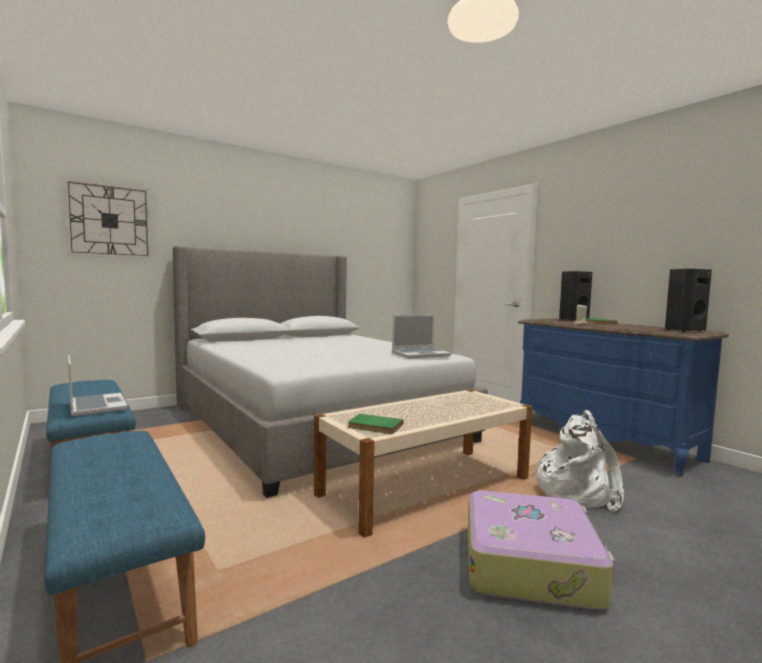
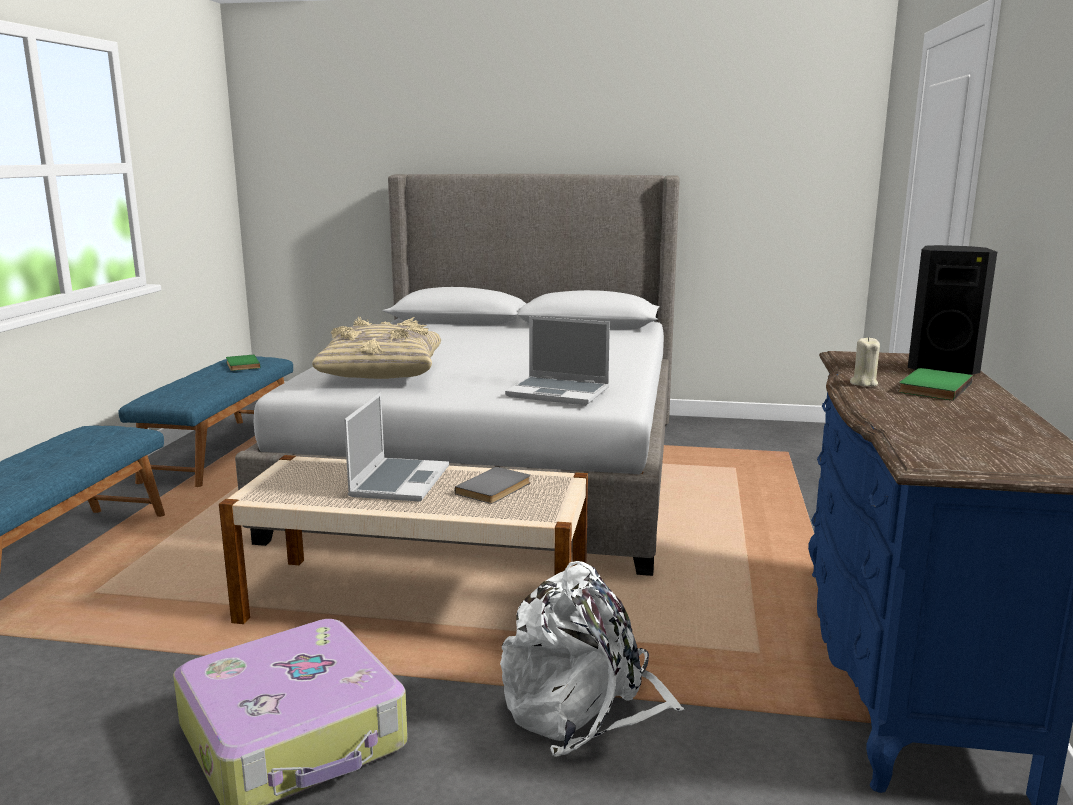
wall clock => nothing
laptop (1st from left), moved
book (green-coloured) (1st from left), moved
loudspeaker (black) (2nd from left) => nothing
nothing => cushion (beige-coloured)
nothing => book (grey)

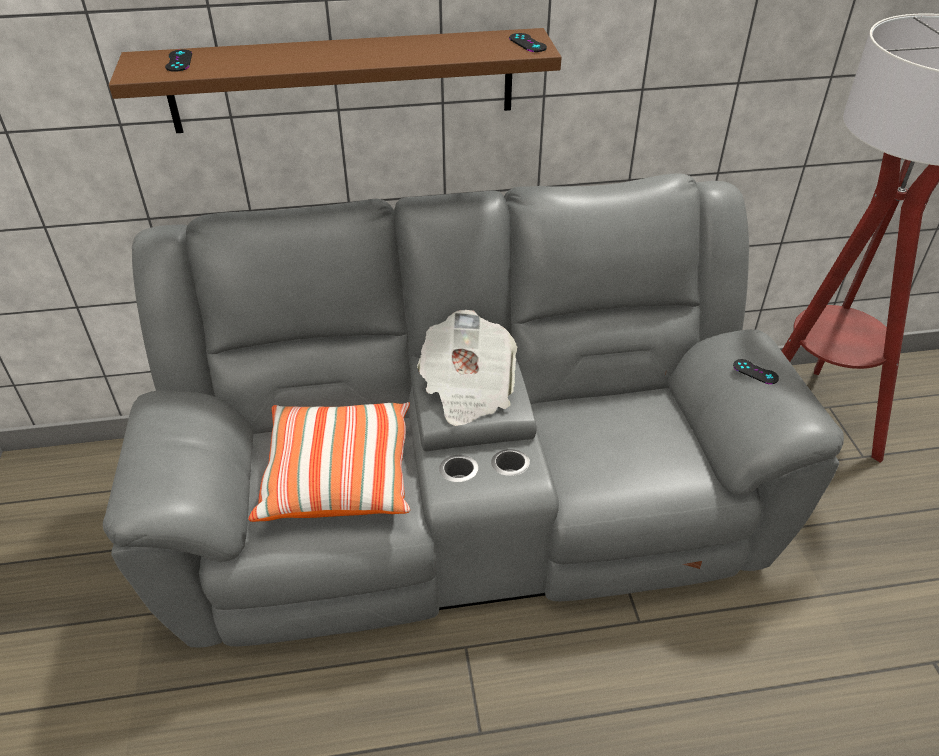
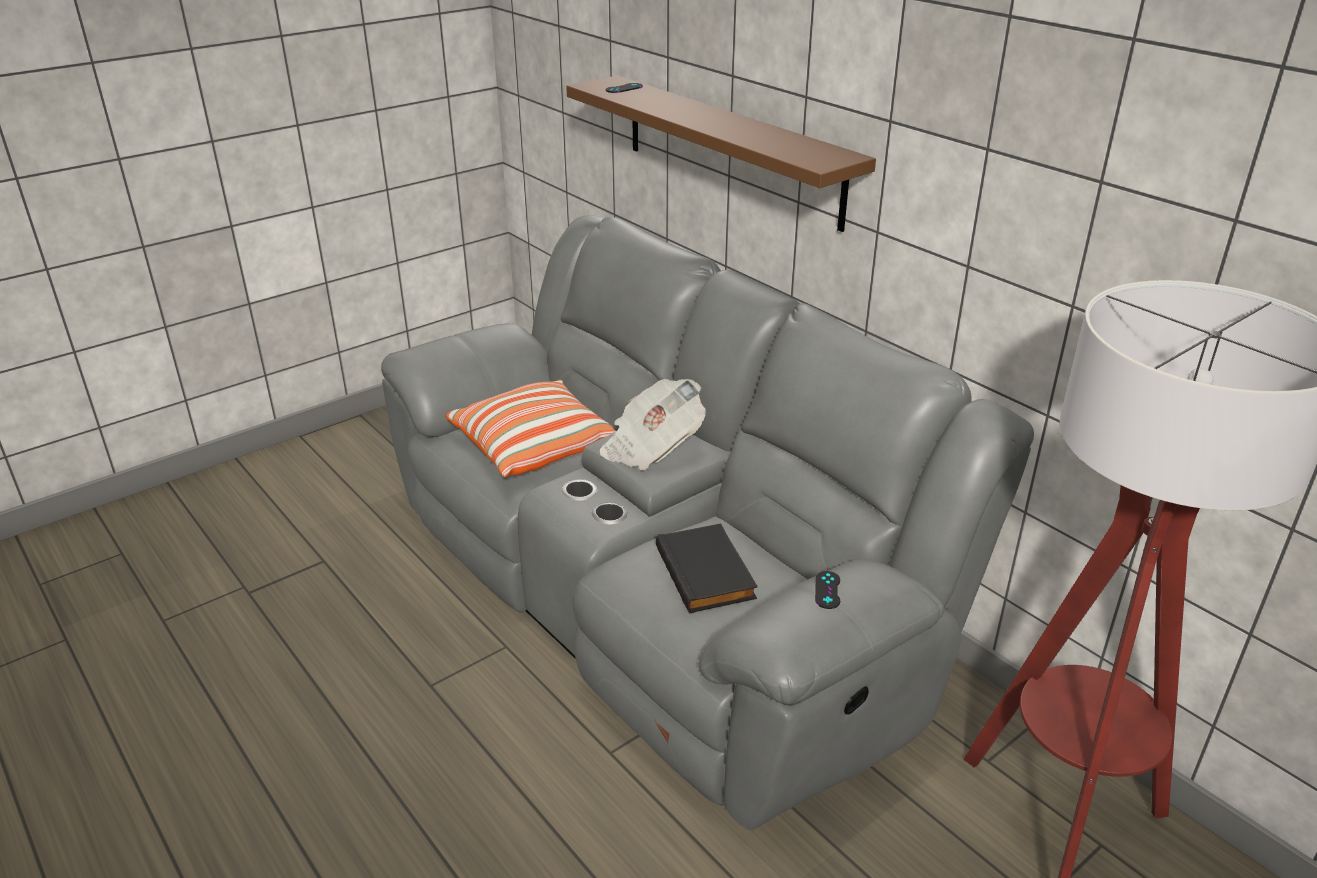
gamepad (black) (2nd from left) => nothing
nothing => book (black)

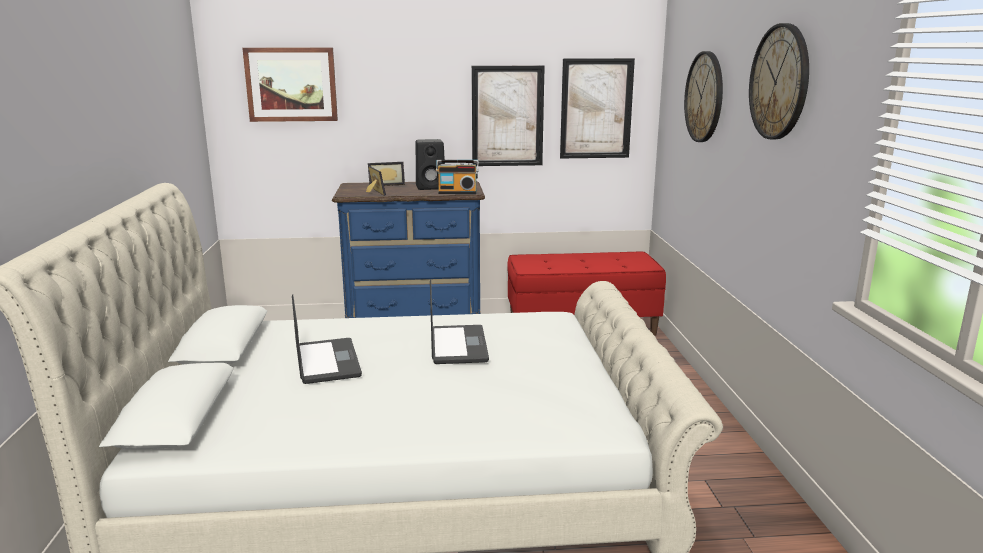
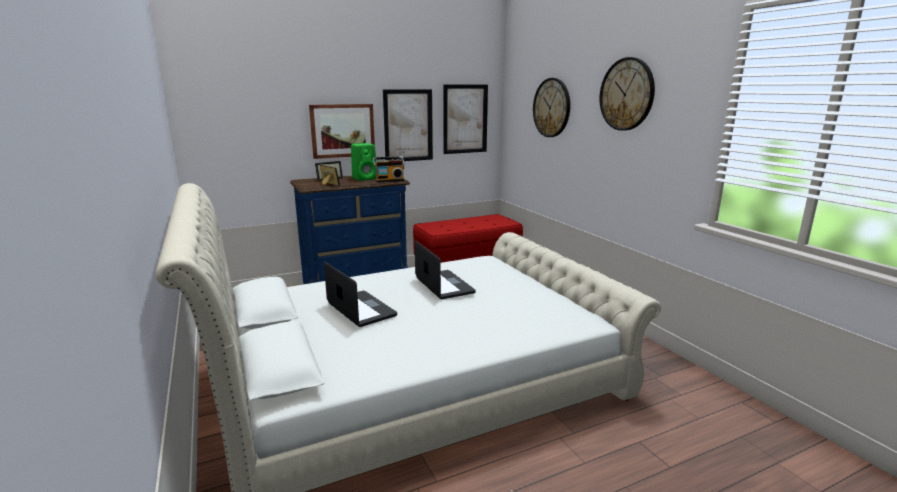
wall art (1st from left), moved
loudspeaker (black) => loudspeaker (green-coloured)

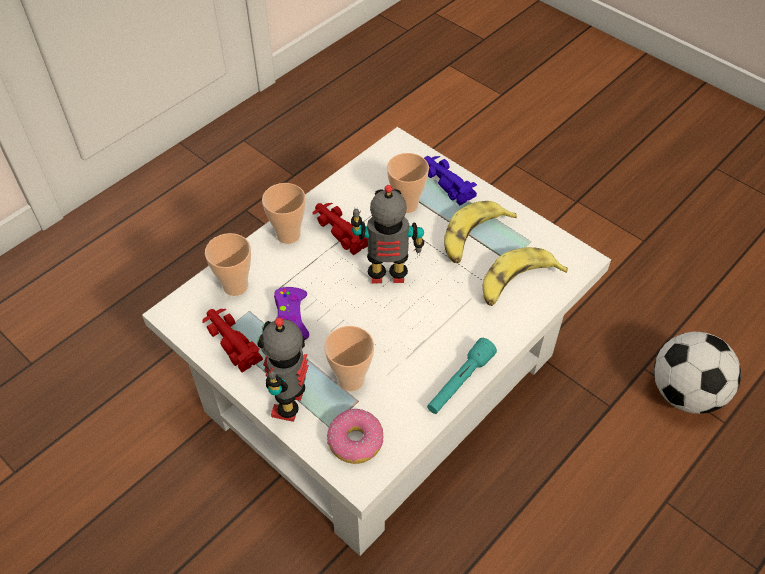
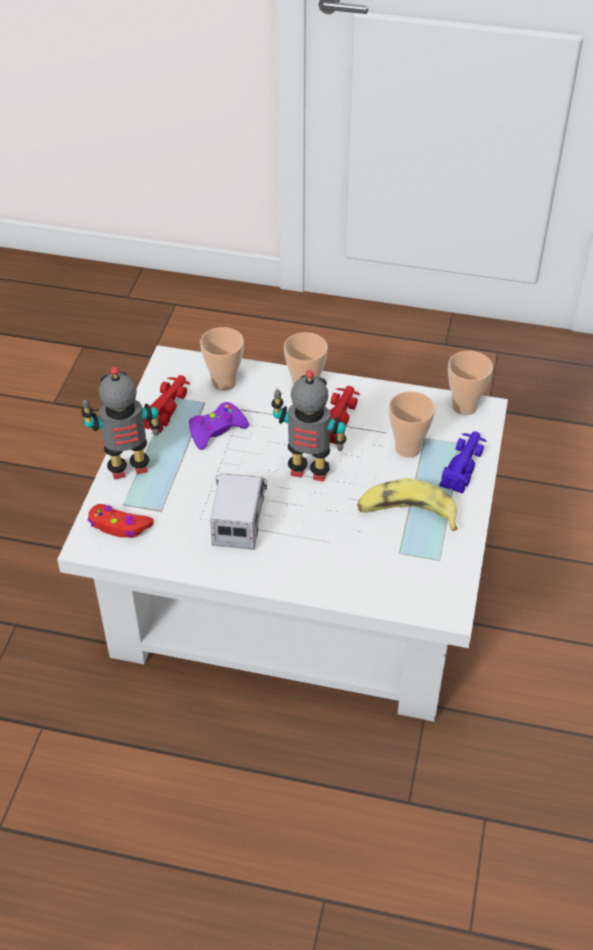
cup (3rd from left in the first image) => cup (4th from left), moved
ring doughnut => gamepad (reddish)
toy robot (2nd from left), 45 degrees counterclockwise
torch (turquoise-coloured) => nothing
whole banana (2nd from left) => nothing
football => nothing
nothing => toy truck

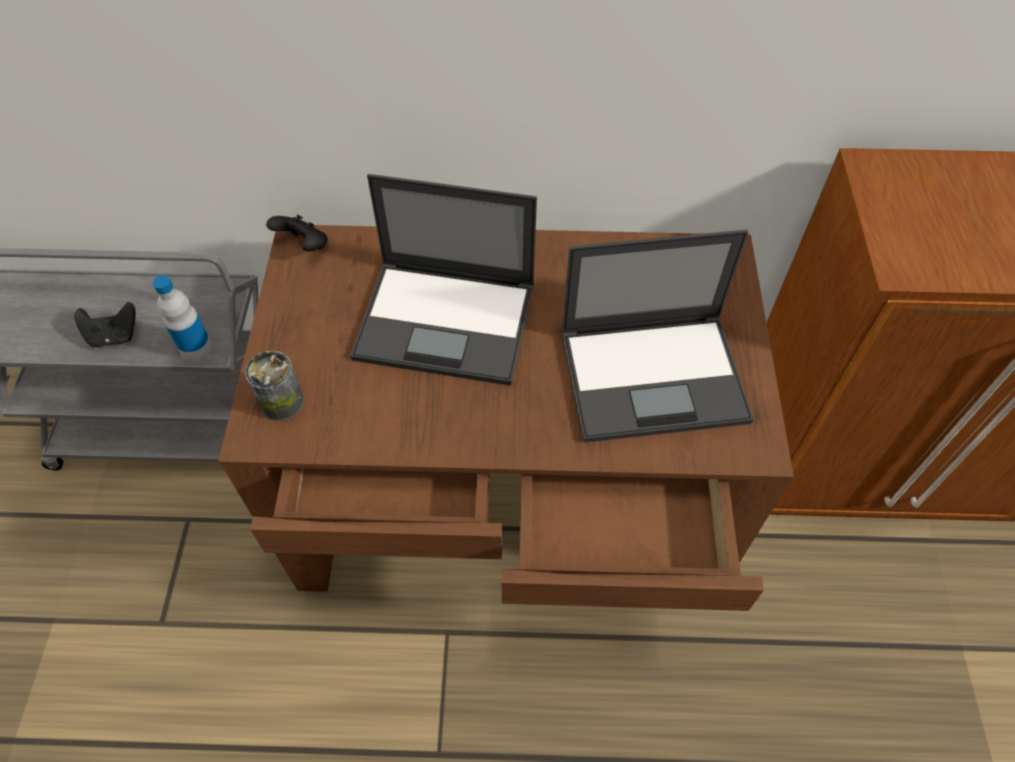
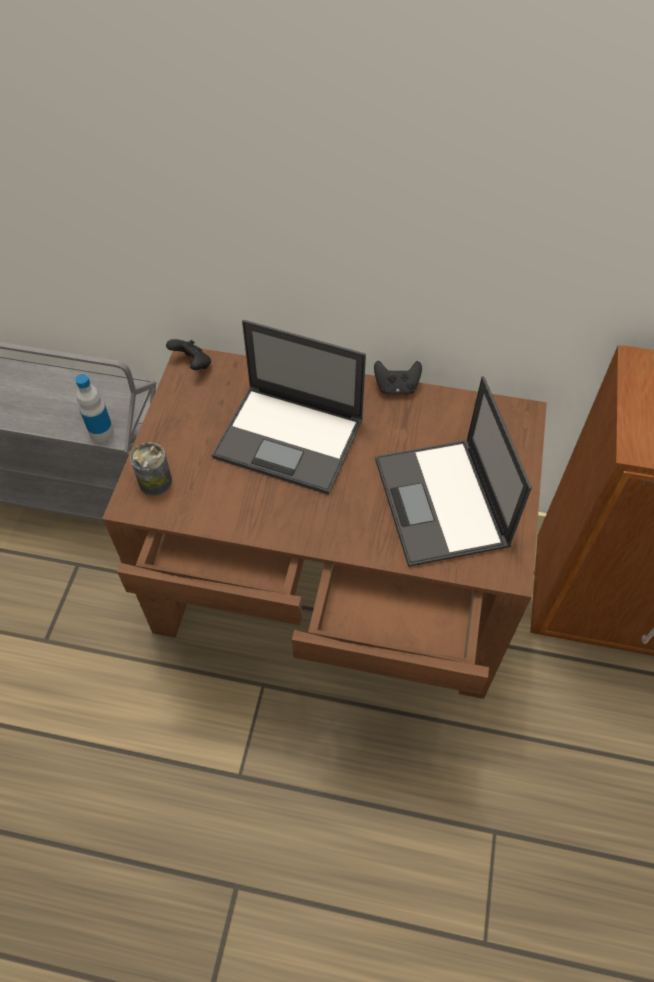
gamepad (black) (1st from left in the first image) => gamepad (black) (2nd from left), moved
laptop (2nd from left), 75 degrees clockwise

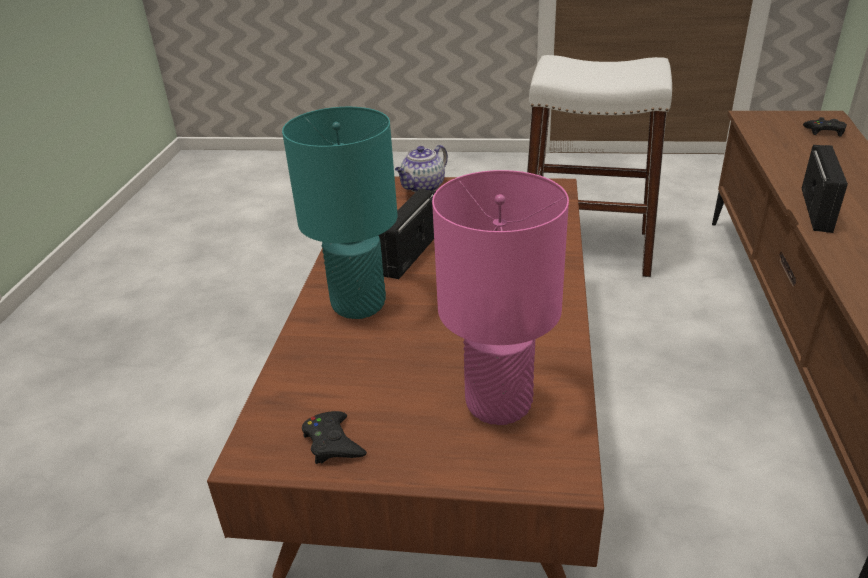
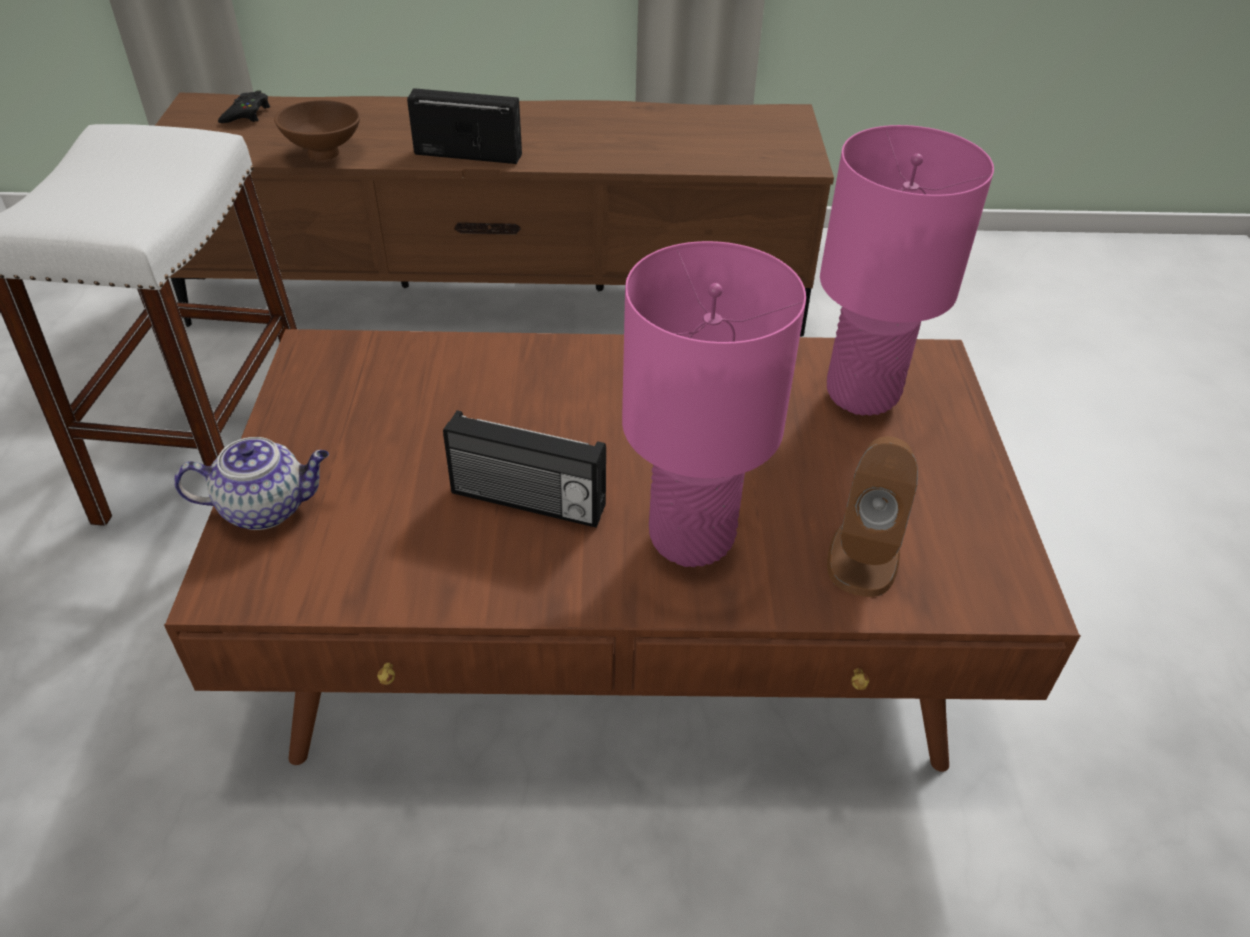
tabletop lamp (turquoise-coloured) => tabletop lamp (pinkish) (1st from left)
gamepad (black) (1st from left) => nothing
teapot, 45 degrees counterclockwise
nothing => deep dish (brown-coloured)
nothing => loudspeaker (brown-coloured)

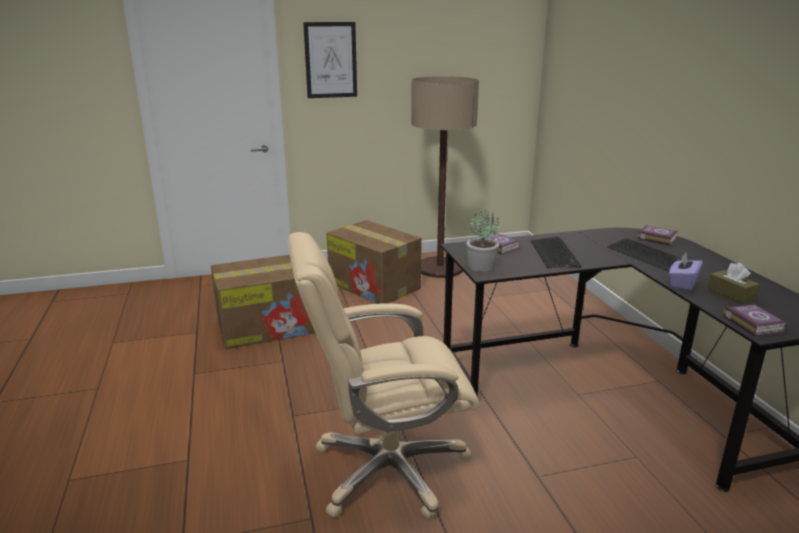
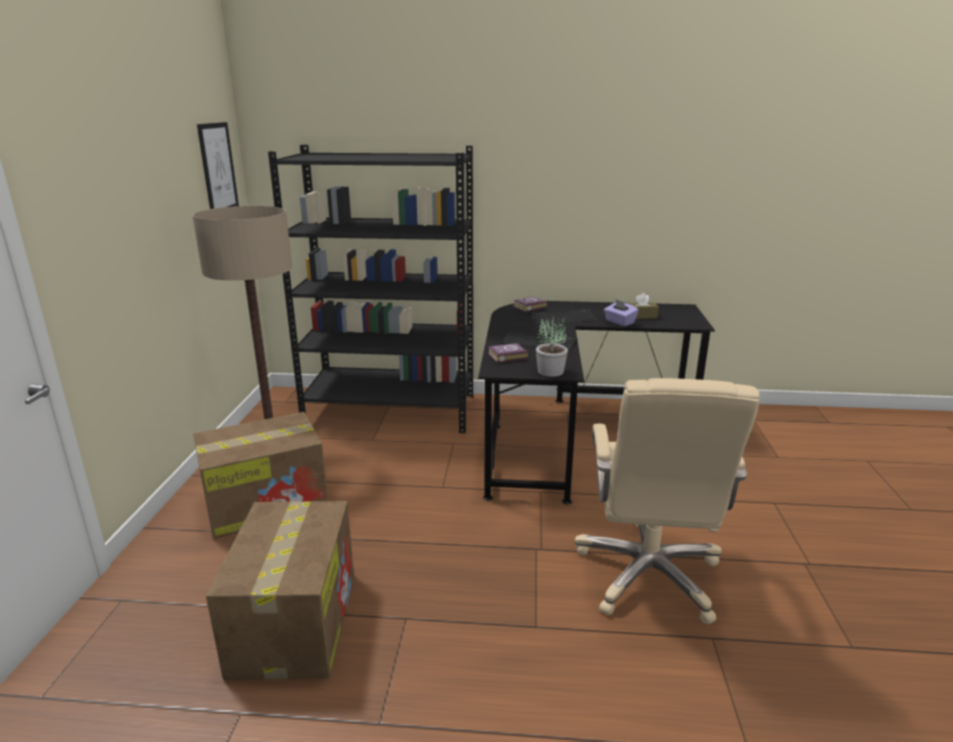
wall art, moved
book (3rd from left) => nothing
nothing => shelving unit (black)

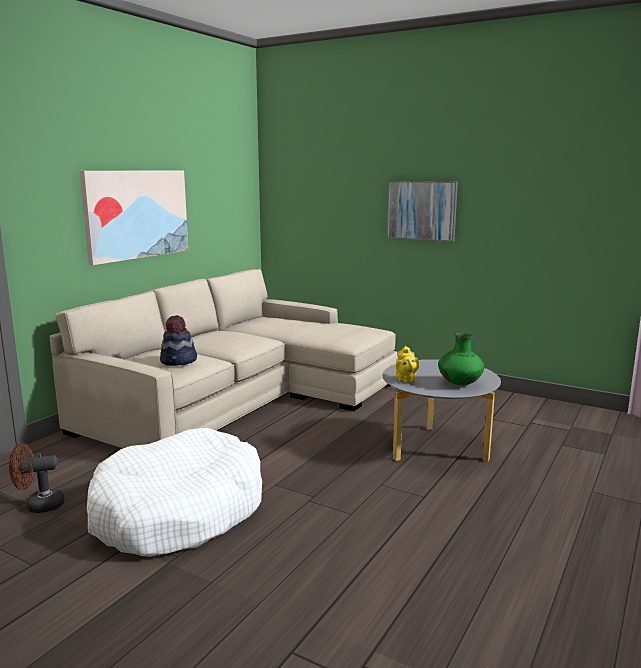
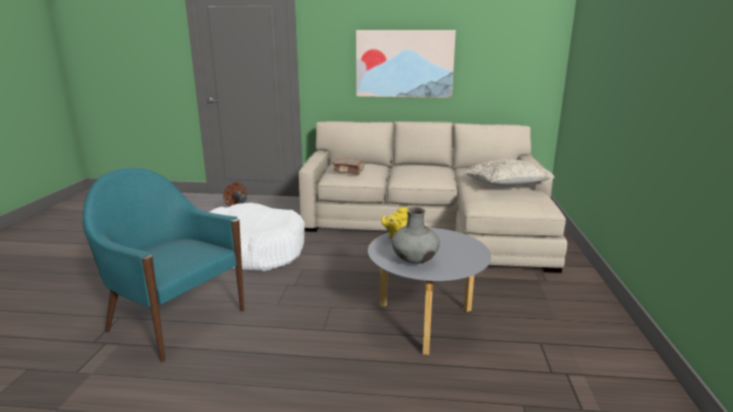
hat => book (brown-coloured)
wall art (2nd from left) => nothing
flower vase (green-coloured) => flower vase (grey)
nothing => lounge chair (turquoise-coloured)
nothing => cushion (beige-coloured)

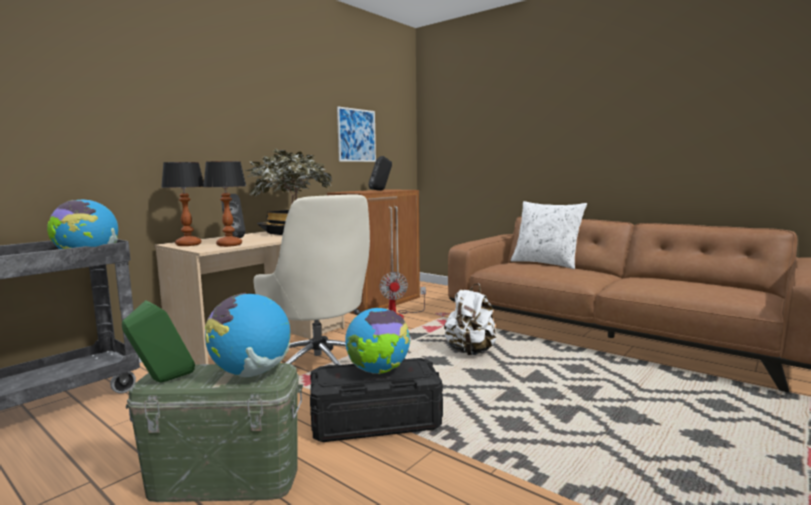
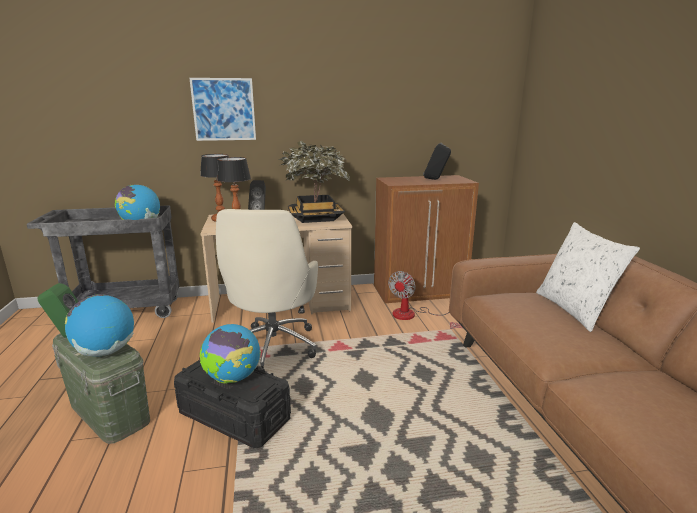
wall art, moved
rucksack (white-coloured) => nothing

